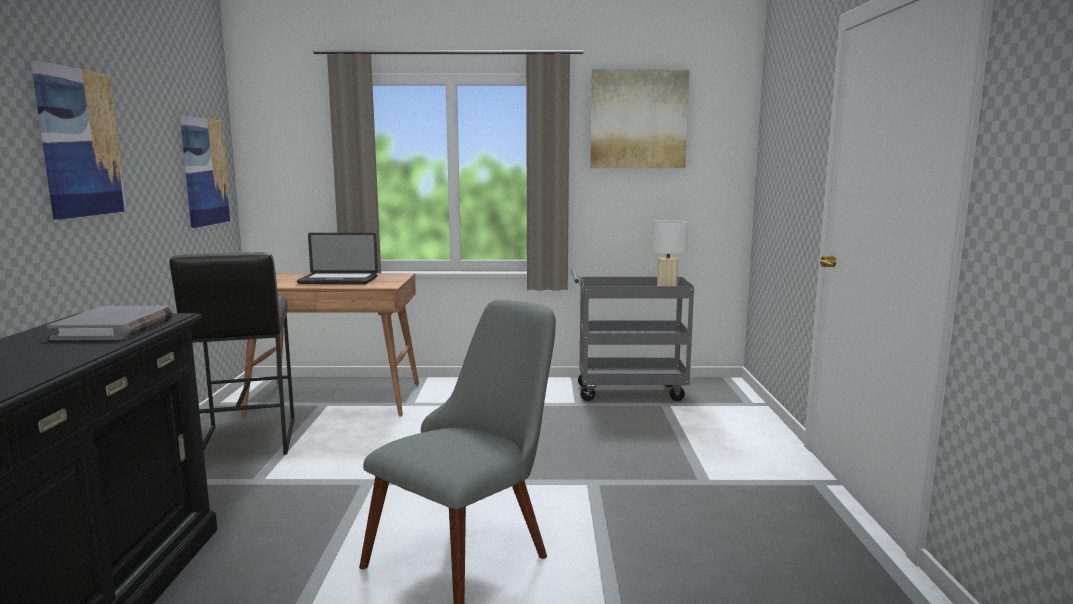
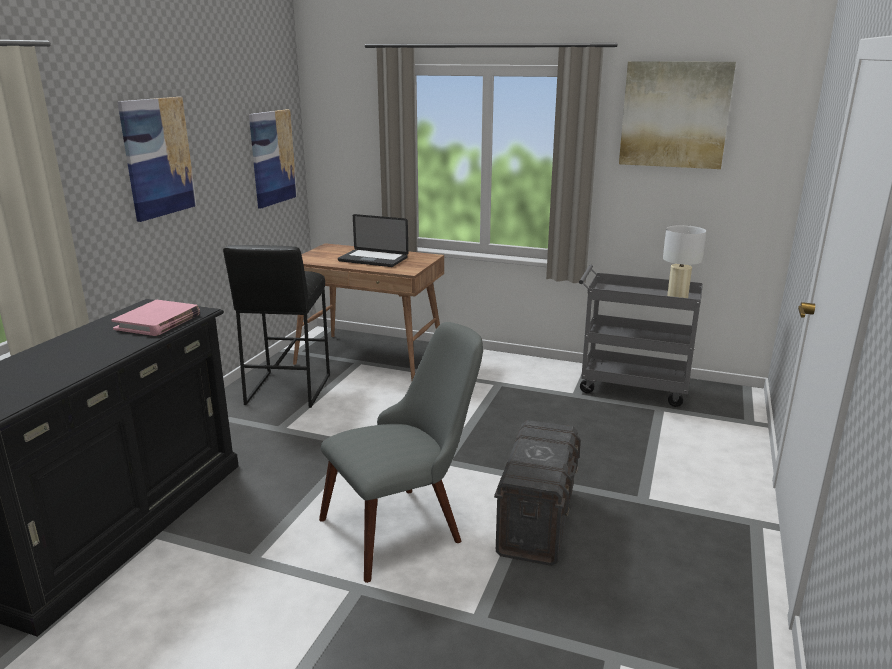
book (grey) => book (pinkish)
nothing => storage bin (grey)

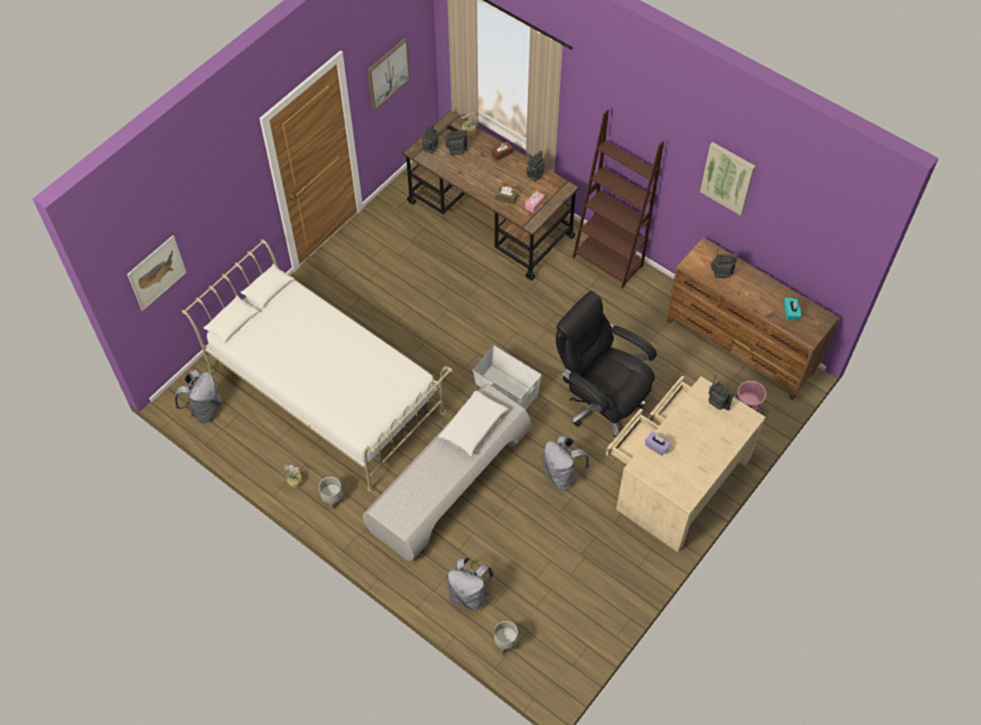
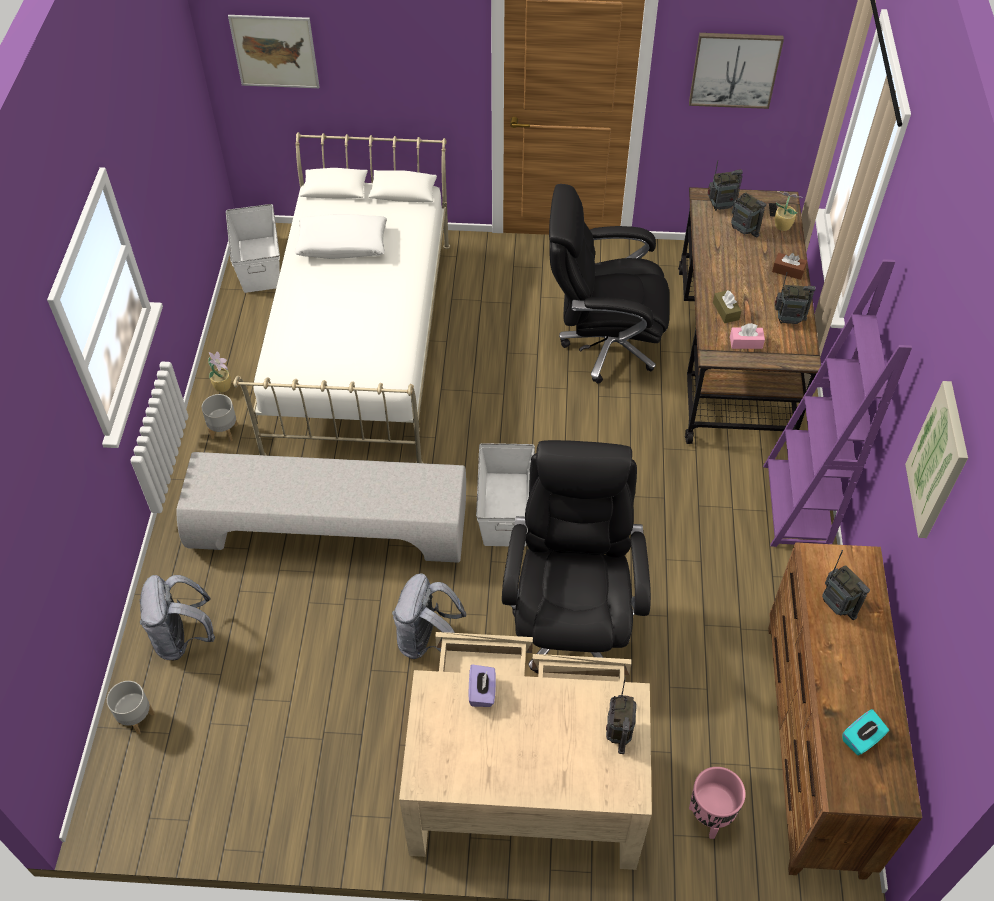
rucksack (grey) (1st from left) => storage bin (white-coloured) (1st from left)
cushion (white-coloured), moved
shelving unit (brown-coloured) => shelving unit (purplish)
nothing => computer chair (black) (2nd from left)

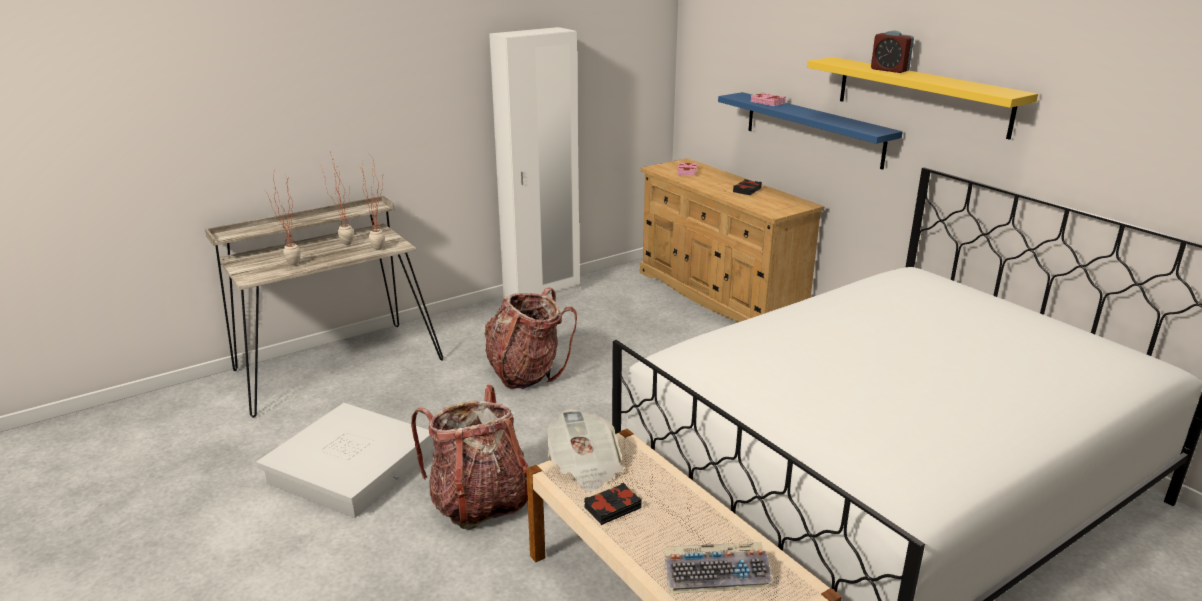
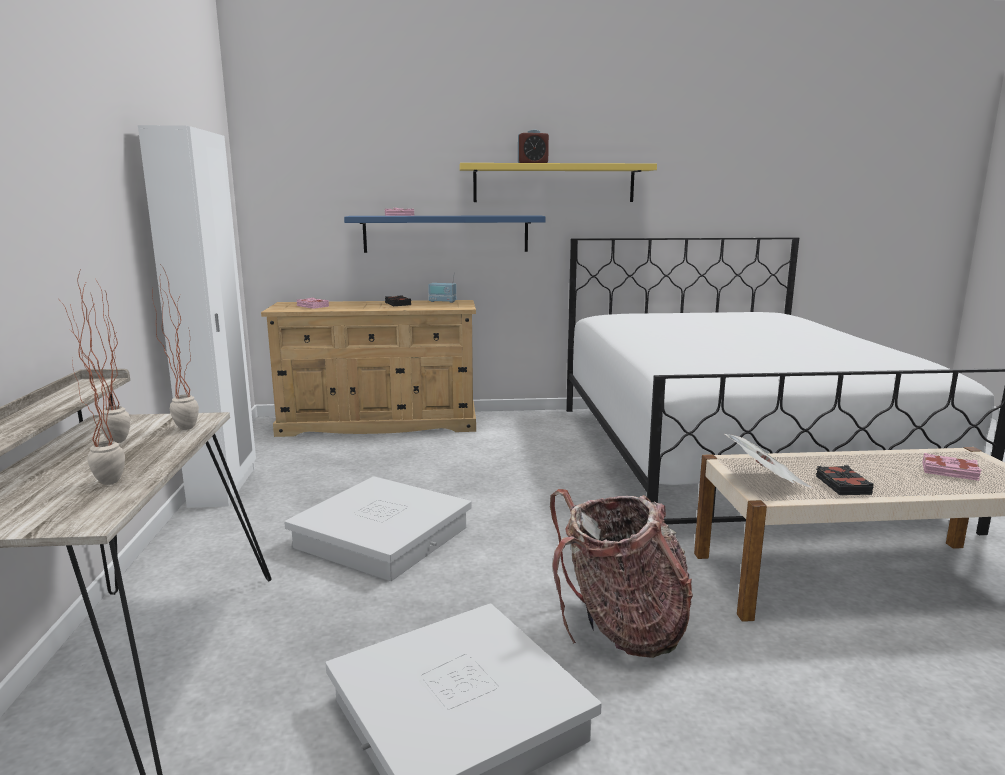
rucksack (2nd from left) => storage bin (white-coloured) (1st from left)
PC keyboard => book (pinkish) (3rd from left)
nothing => radio set

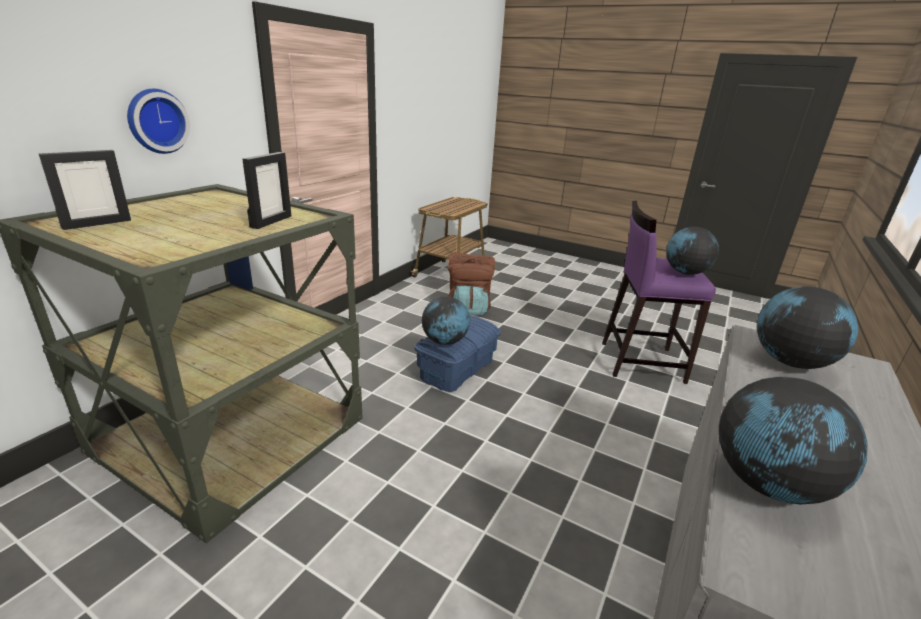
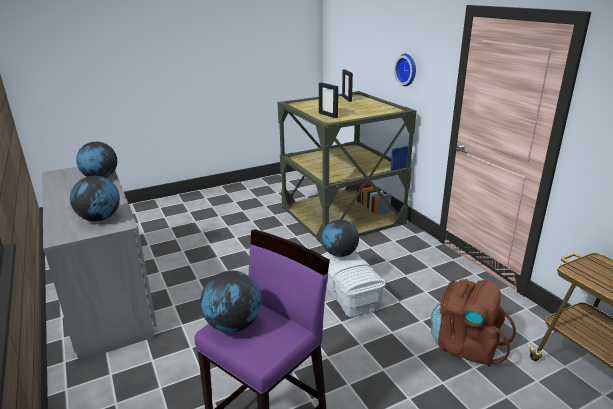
storage bin (blue-coloured) => storage bin (white-coloured)

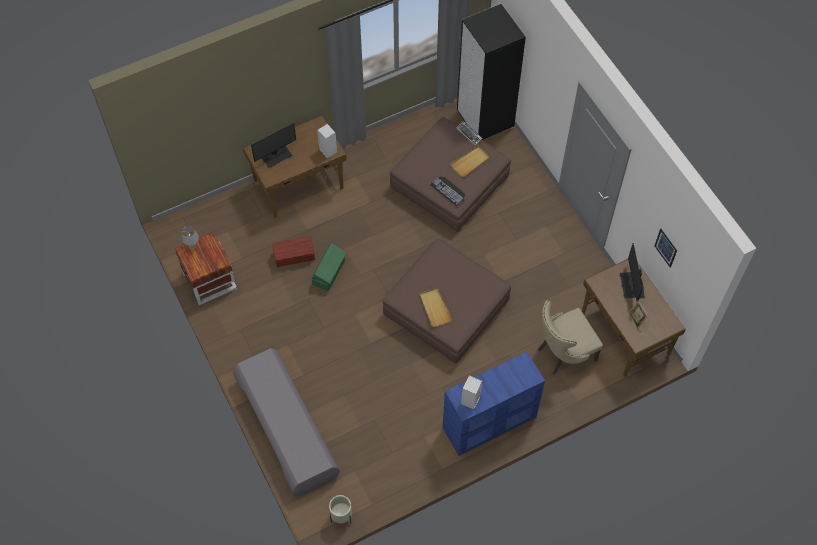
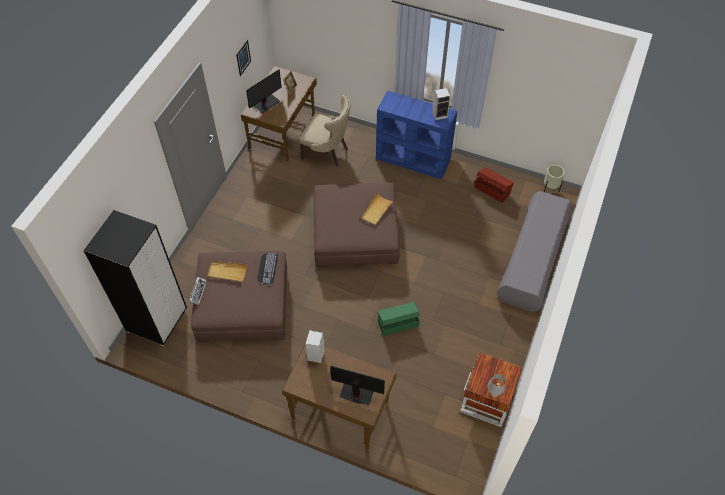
storage bin (brown-coloured), moved

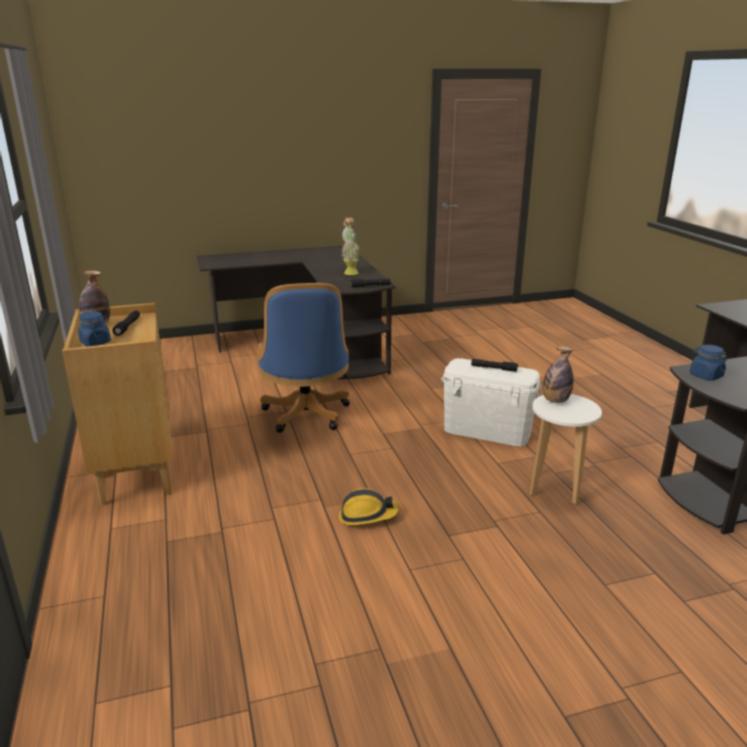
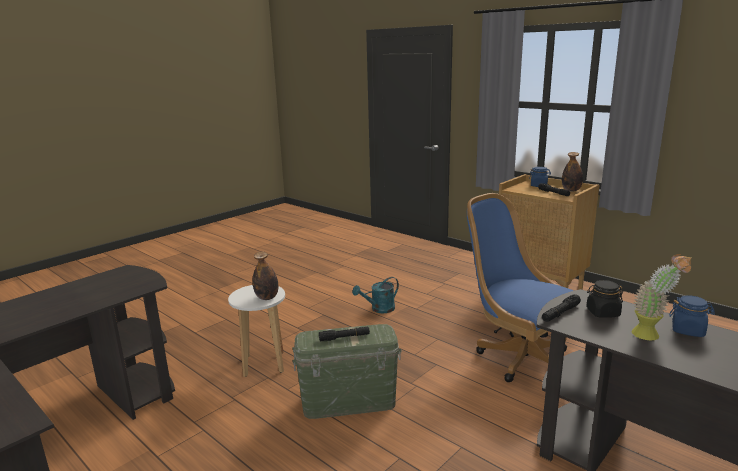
work helmet => watering can (turquoise-coloured)
storage bin (white-coloured) => storage bin (green-coloured)
preserve jar (blue-coloured) (2nd from left), moved
nothing => preserve jar (black)

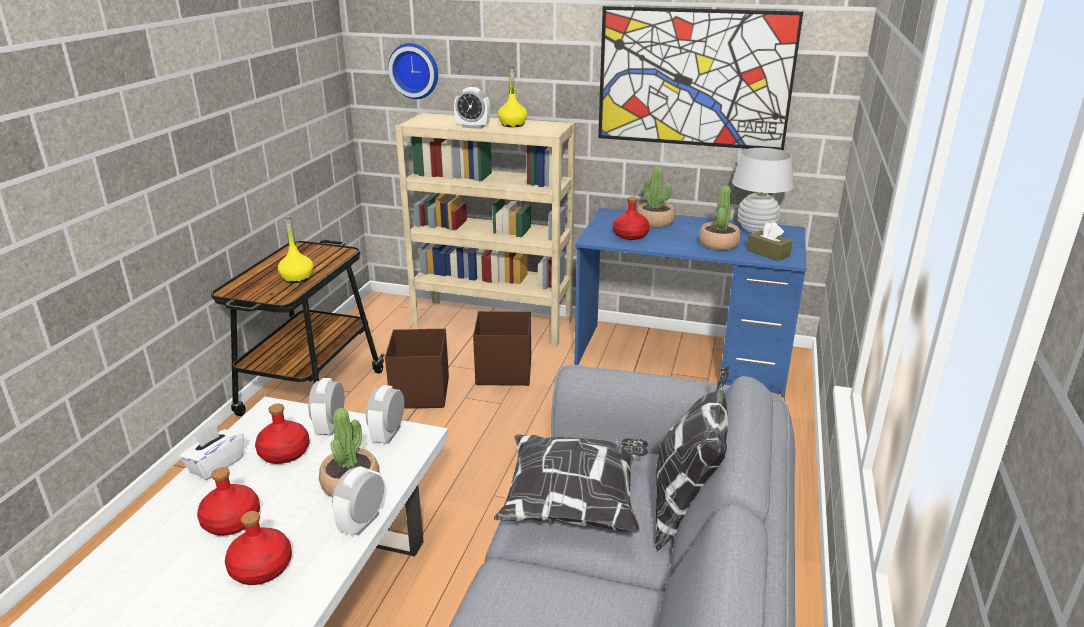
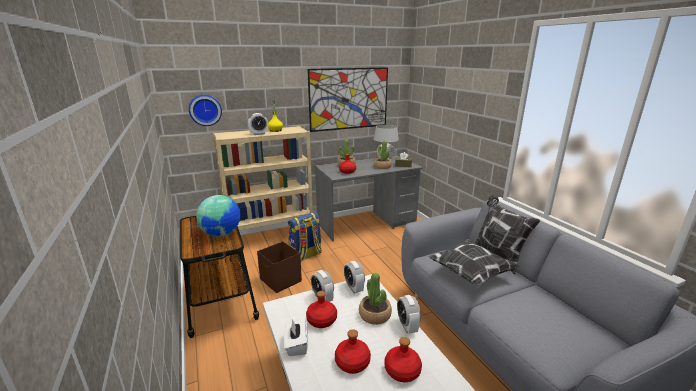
bottle (yellow) (1st from left) => world globe
storage bin (brown-coloured) (2nd from left) => rucksack
desk (blue-coloured) => desk (grey)

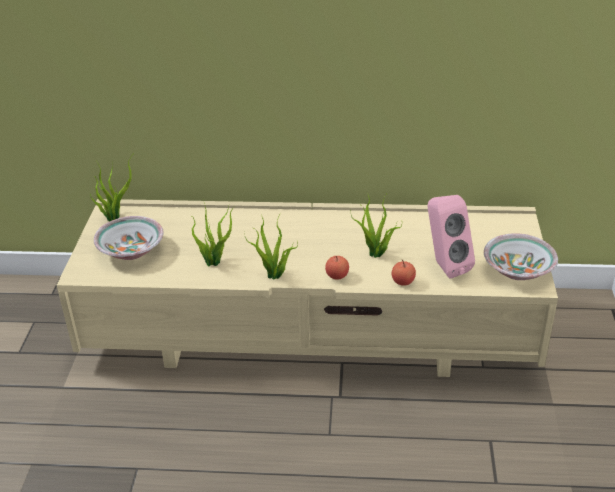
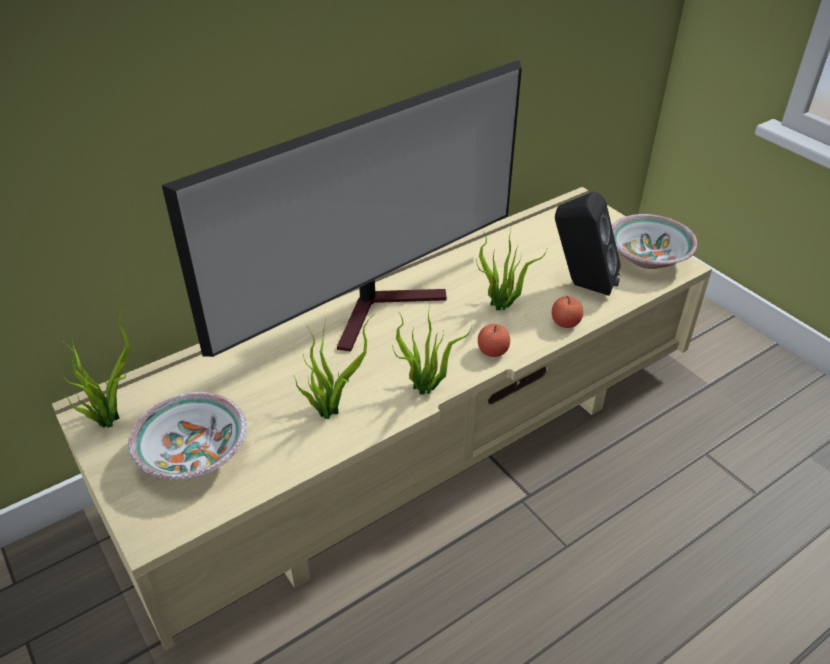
loudspeaker (pinkish) => loudspeaker (black)
nothing => TV

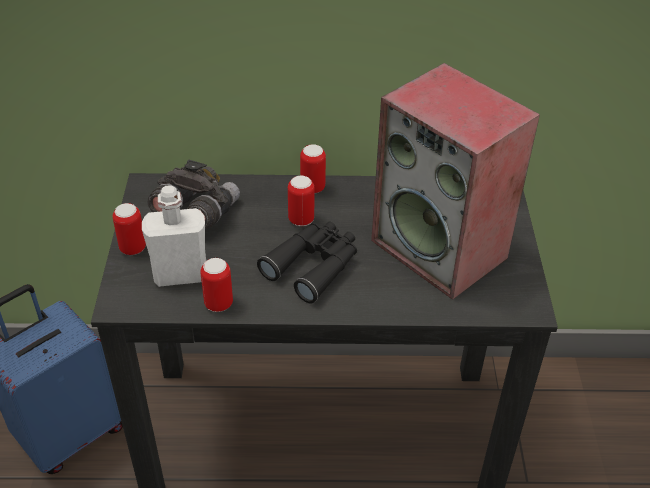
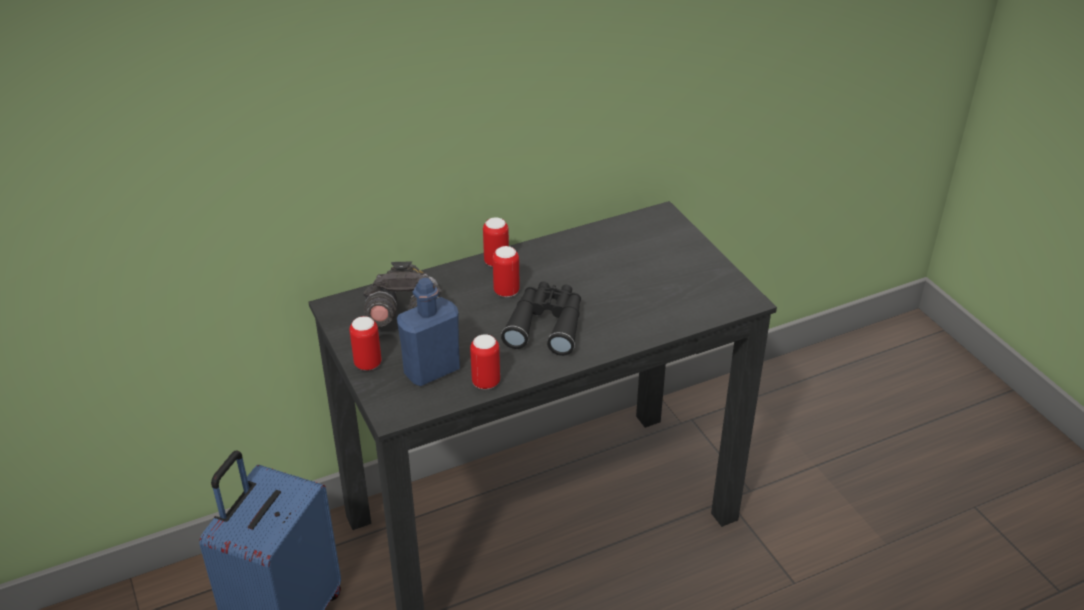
bottle (white-coloured) => bottle (blue-coloured)
loudspeaker => nothing

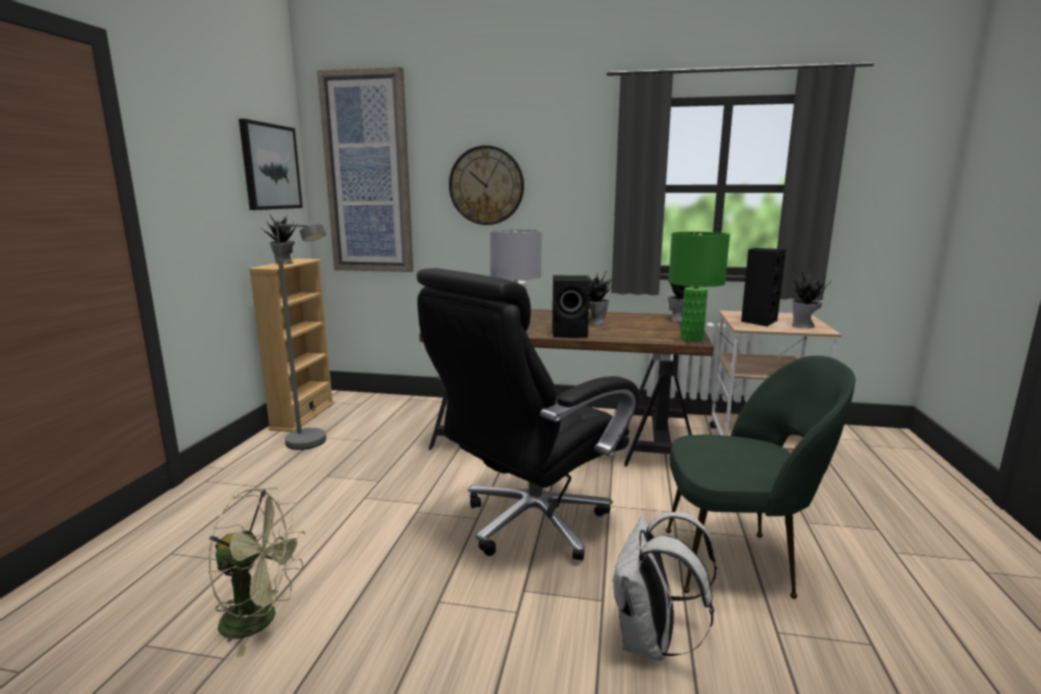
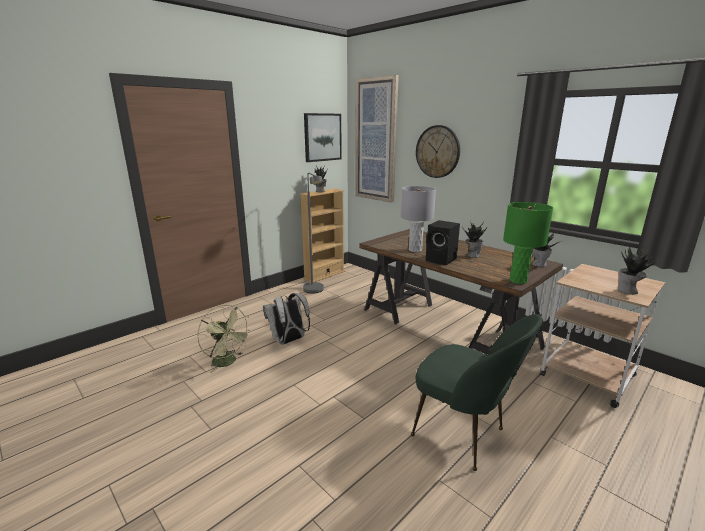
computer chair (black) => nothing
rucksack (white-coloured), moved
loudspeaker (black) (2nd from left) => nothing

